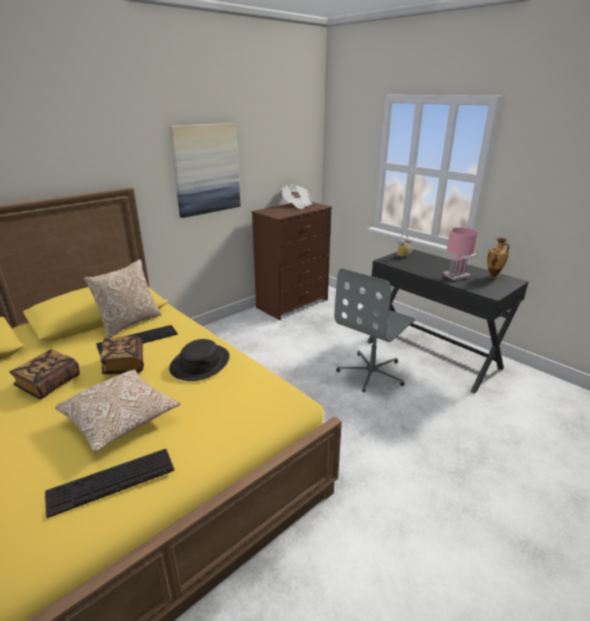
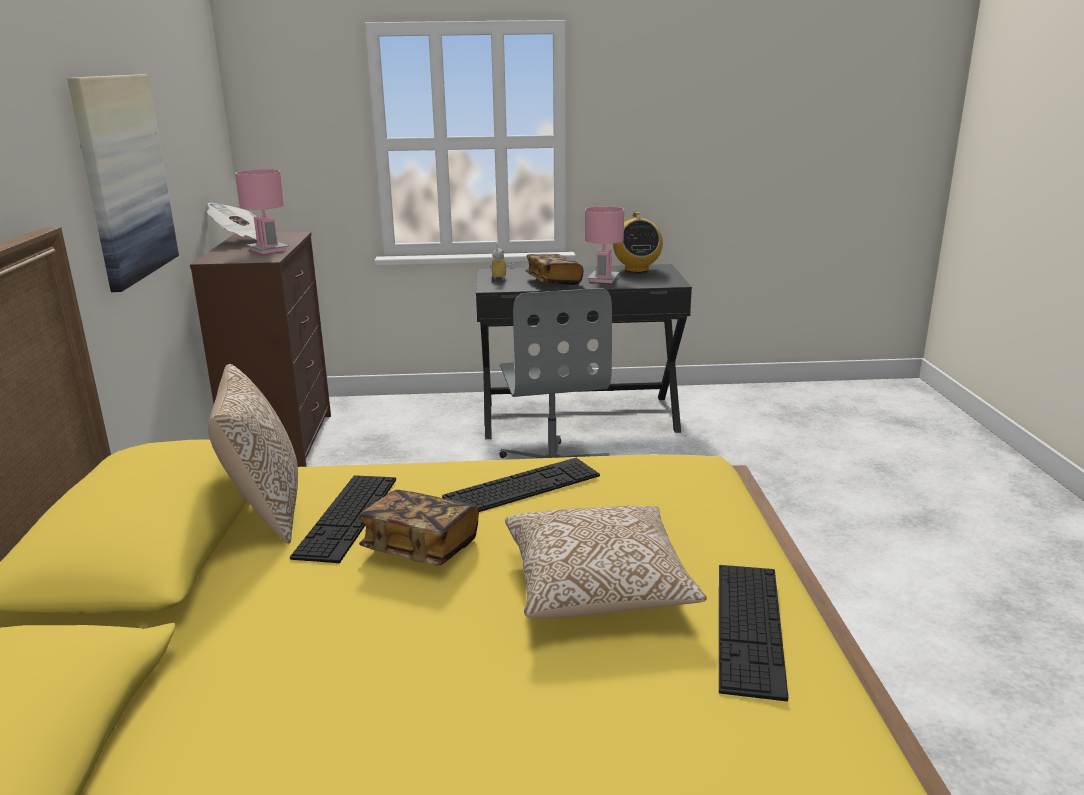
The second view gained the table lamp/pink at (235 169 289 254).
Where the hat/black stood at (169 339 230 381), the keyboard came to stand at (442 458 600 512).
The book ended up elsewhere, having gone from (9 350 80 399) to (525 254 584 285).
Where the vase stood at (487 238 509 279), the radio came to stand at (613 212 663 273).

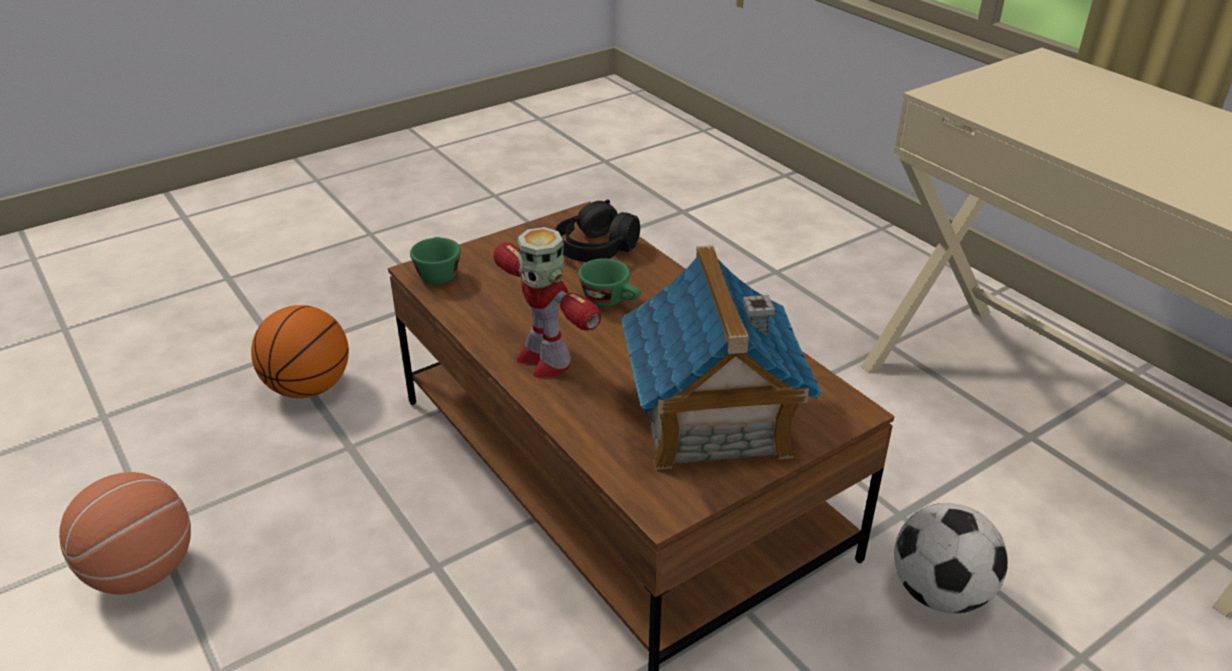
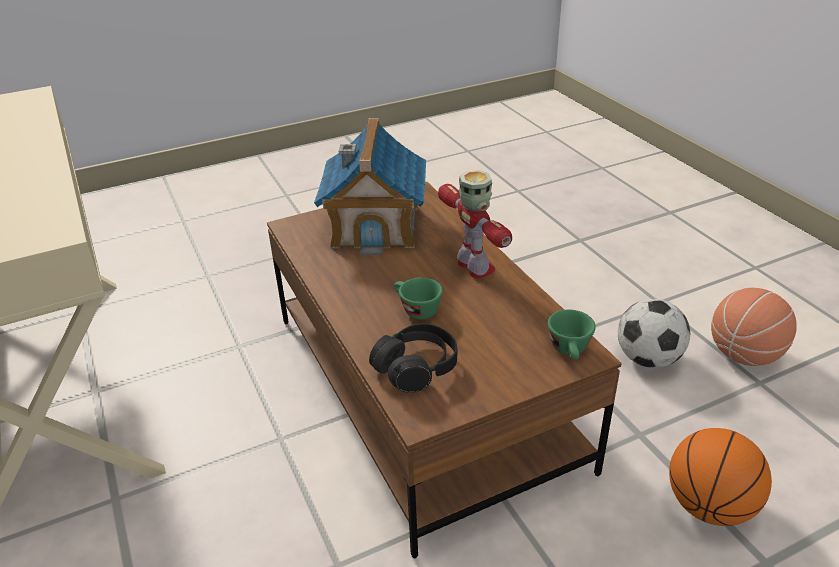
The football ended up elsewhere, having gone from (894 503 1008 613) to (618 299 690 368).

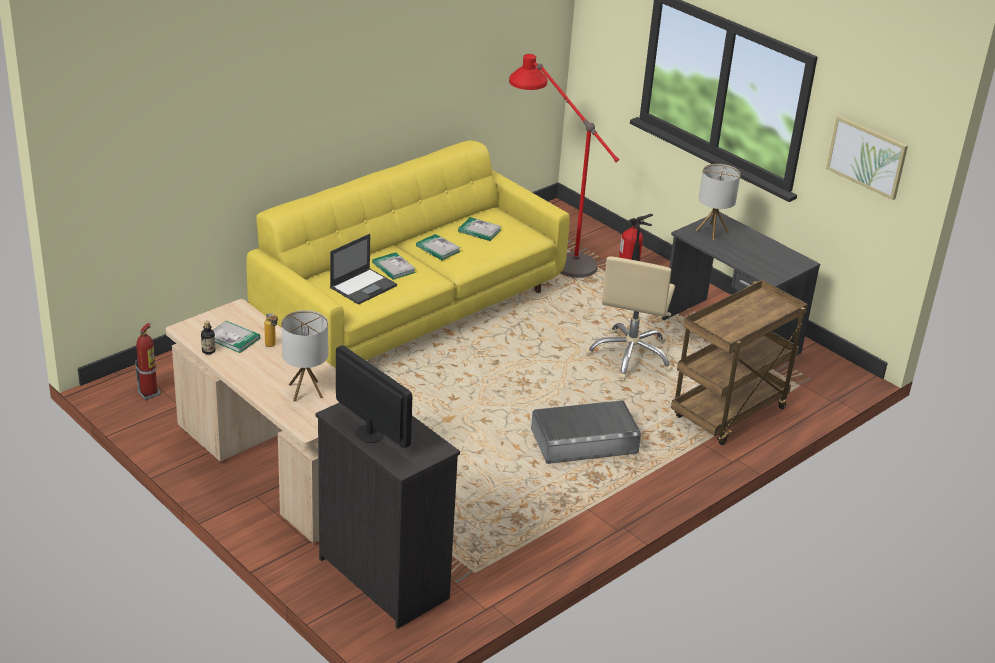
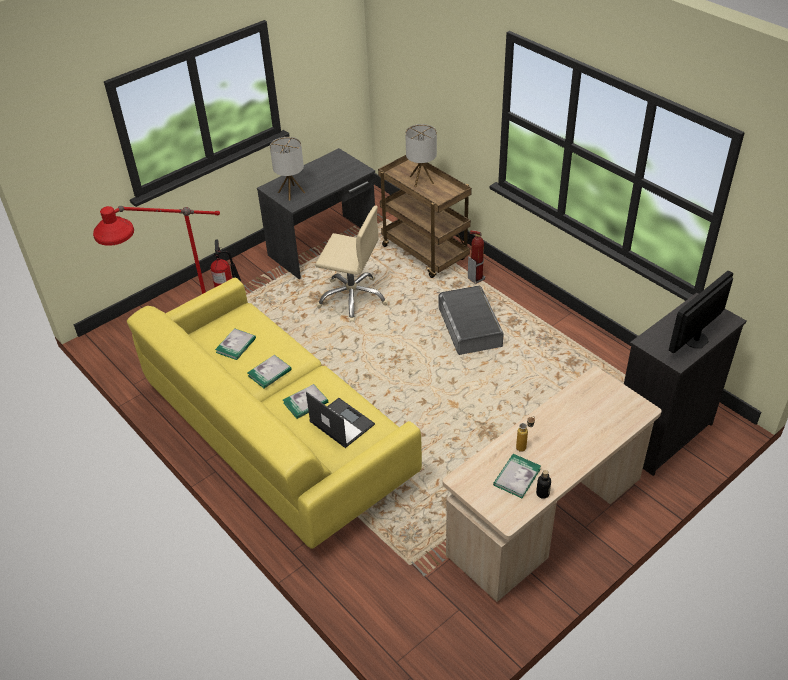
The table lamp ended up elsewhere, having gone from (281 310 328 401) to (405 124 437 187).
The fire extinguisher ended up elsewhere, having gone from (135 323 161 400) to (468 230 485 284).
The second view lost the picture at (826 115 908 200).

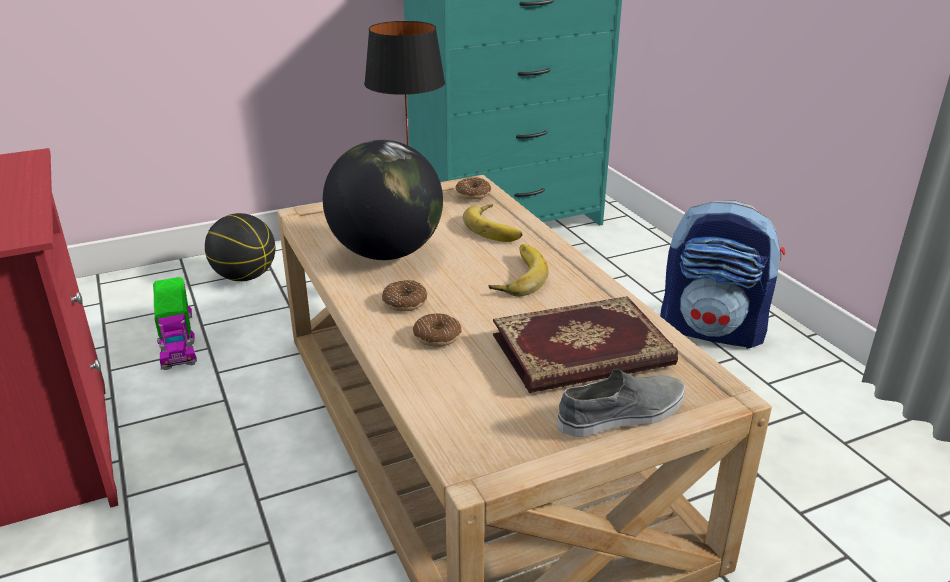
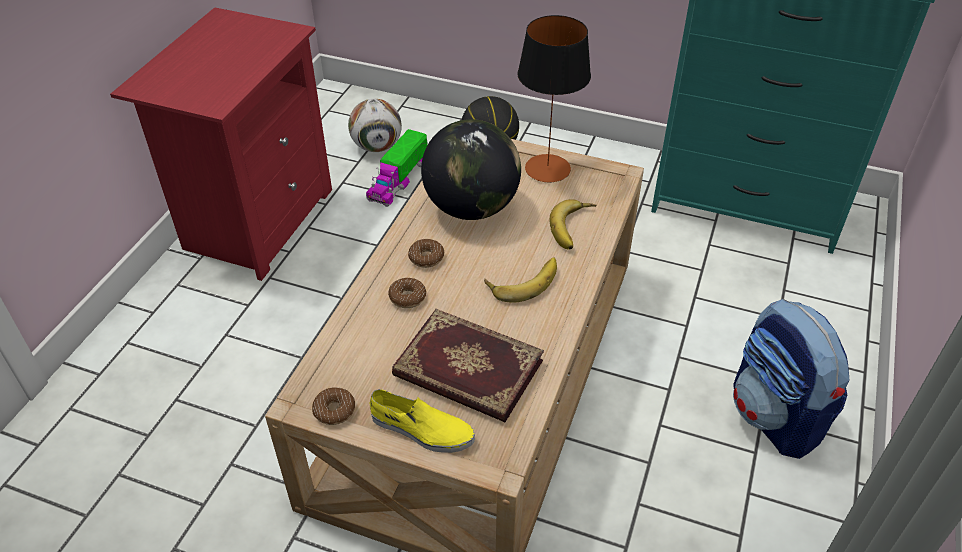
The donut ended up elsewhere, having gone from (455 177 491 200) to (312 387 355 425).
The second view gained the football at (348 99 402 152).
What was the shoe/grey at (558 369 685 437) turned into the shoe/yellow at (369 389 475 453).

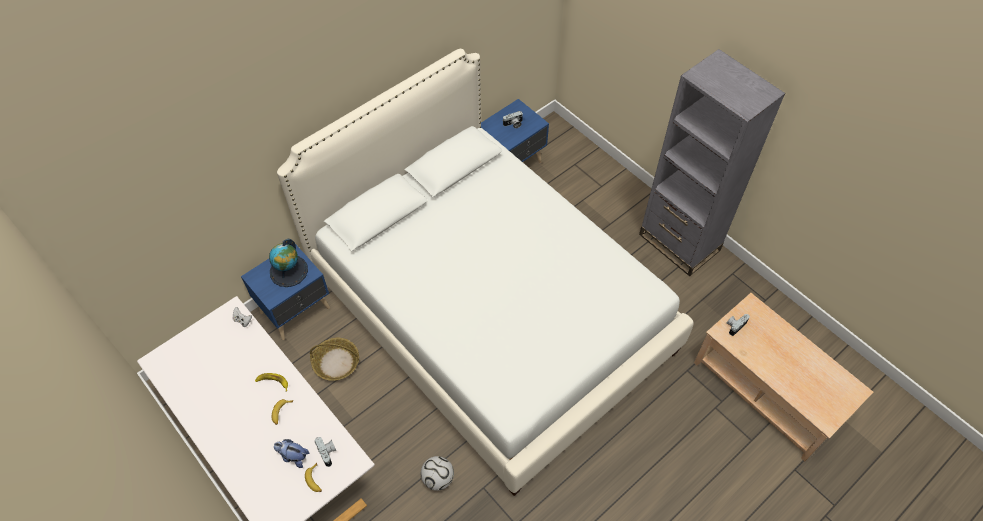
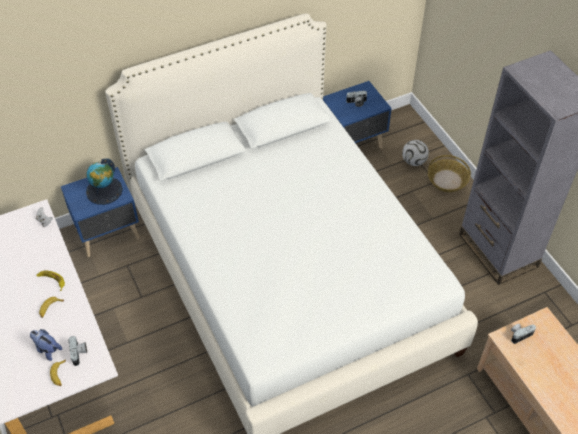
The football ended up elsewhere, having gone from (421 456 454 491) to (402 140 429 166).
The basket ended up elsewhere, having gone from (310 338 359 381) to (428 155 471 192).

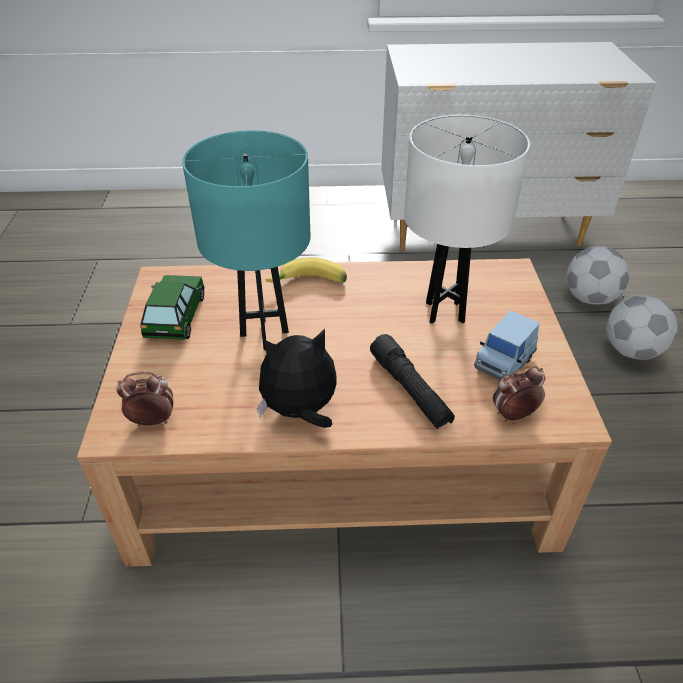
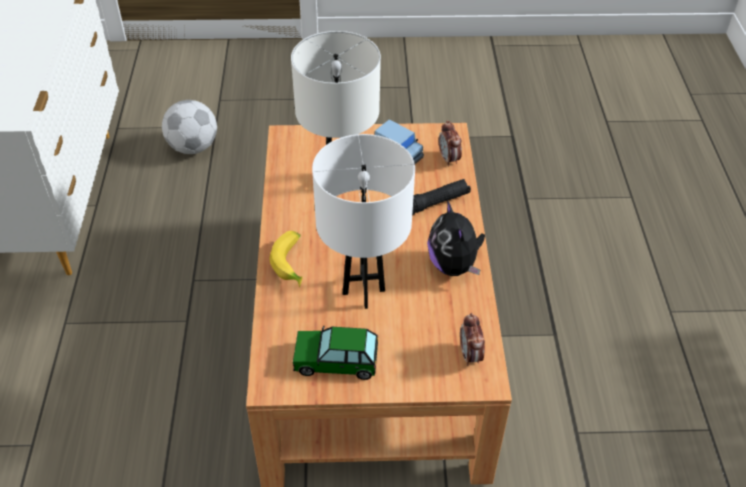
What was the table lamp/turquoise at (182 130 310 350) turned into the table lamp/white at (312 134 415 309).
The second view lost the football at (606 296 678 360).

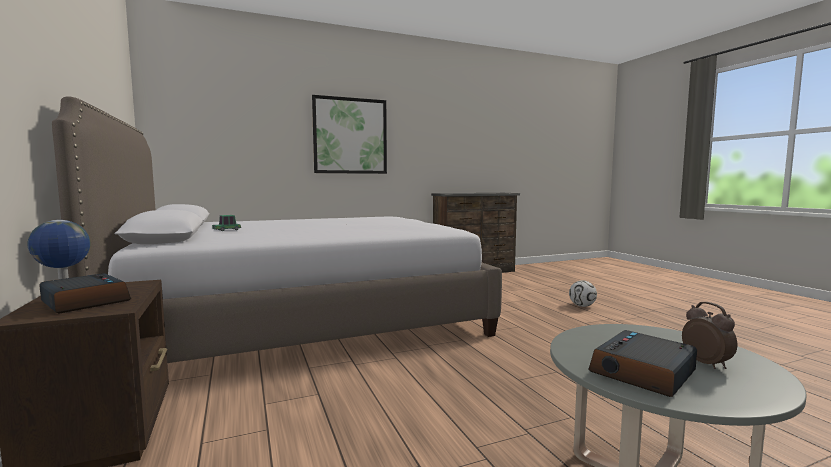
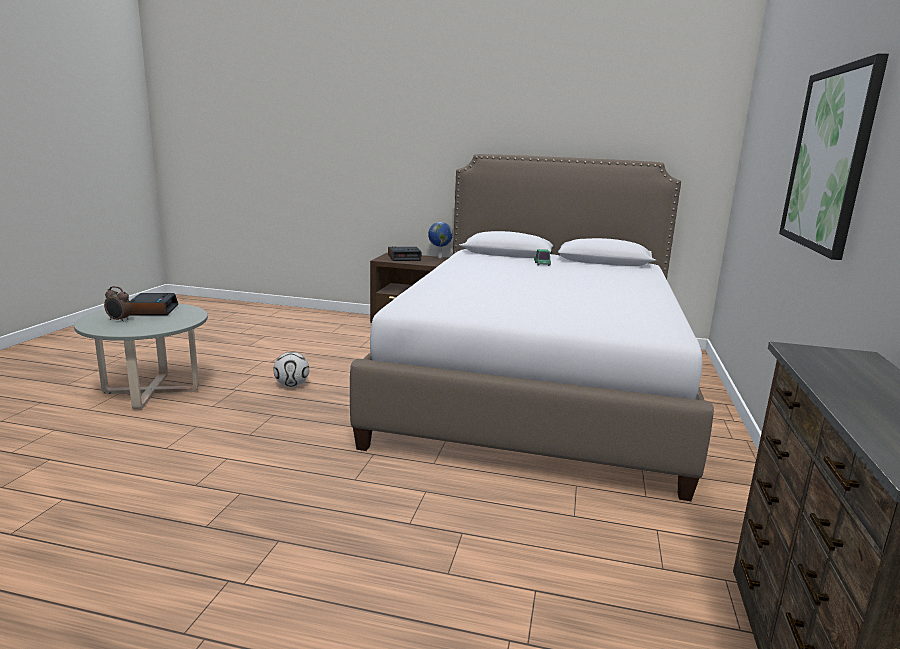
The football ended up elsewhere, having gone from (569 280 597 307) to (273 352 309 387).

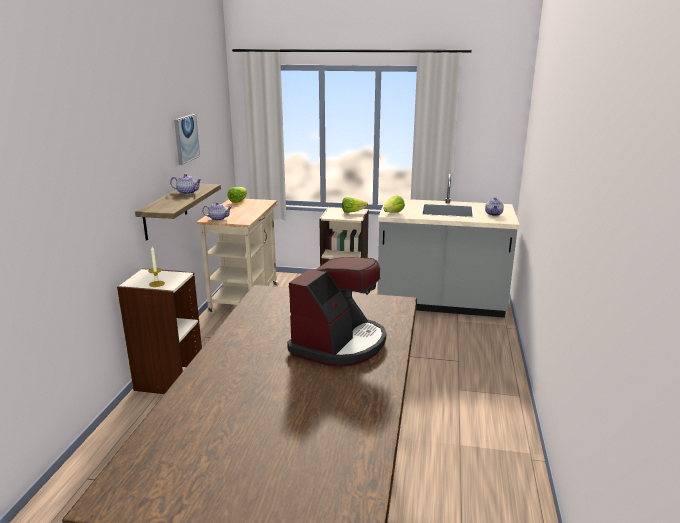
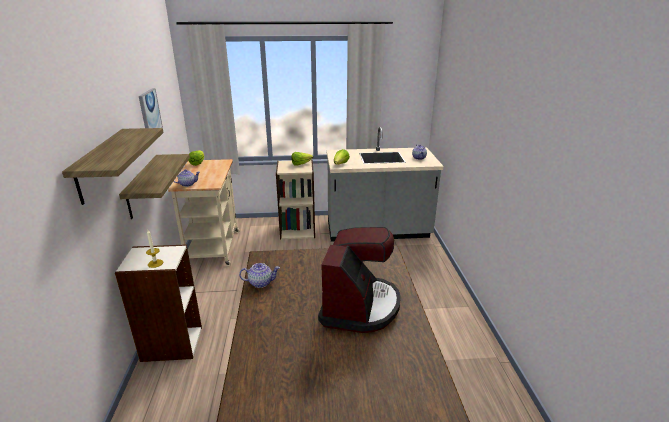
The second view gained the shelf at (62 128 163 205).
The teapot ended up elsewhere, having gone from (170 174 202 195) to (239 263 280 288).

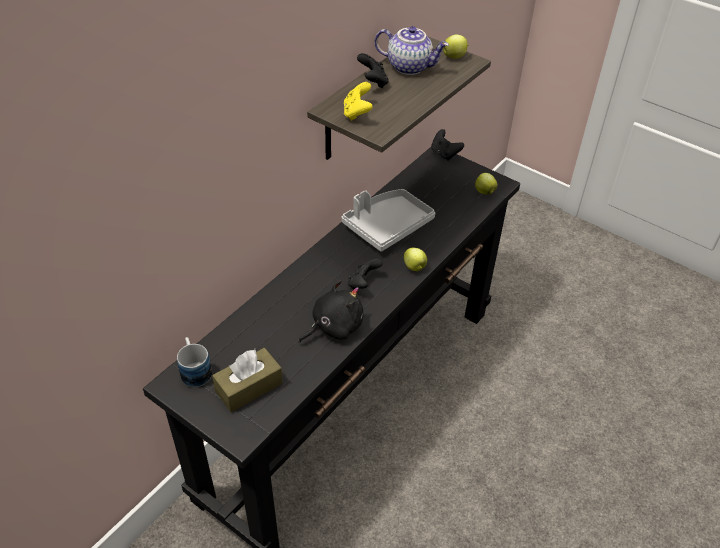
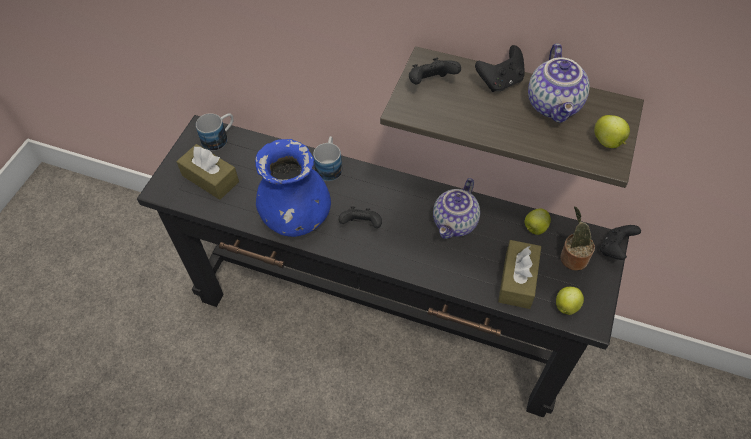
Where the plush toy/black stood at (299 280 364 343), the vase/blue came to stand at (255 139 331 237).
The second view gained the mug at (313 136 342 181).
What was the game controller/yellow at (344 82 373 121) turned into the game controller/black at (409 58 461 84).
Where the tray/grey stood at (342 189 436 252), the teapot came to stand at (433 178 480 239).
The second view gained the tissue box/brown at (498 240 541 309).
The apple ended up elsewhere, having gone from (404 247 427 271) to (525 208 551 235).
The second view gained the potted plant at (560 206 595 270).

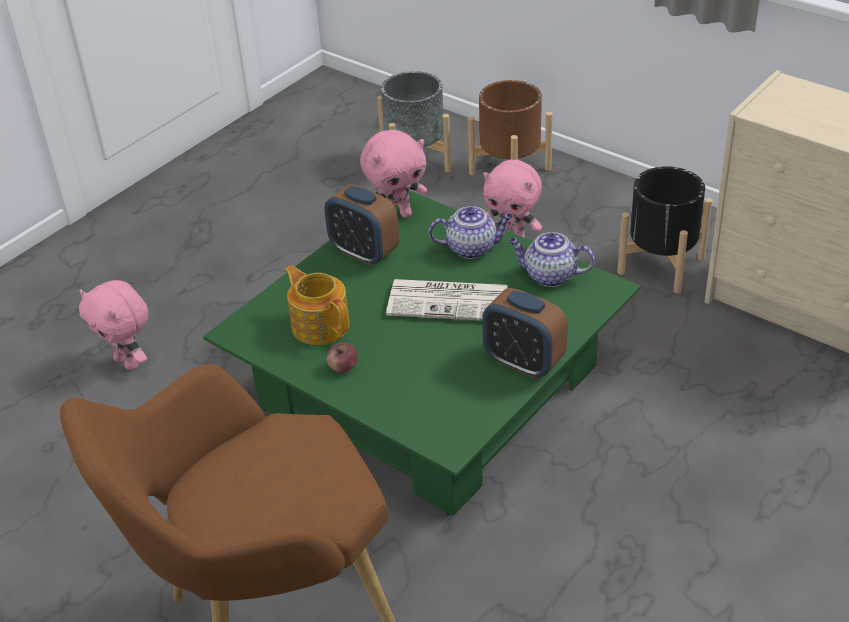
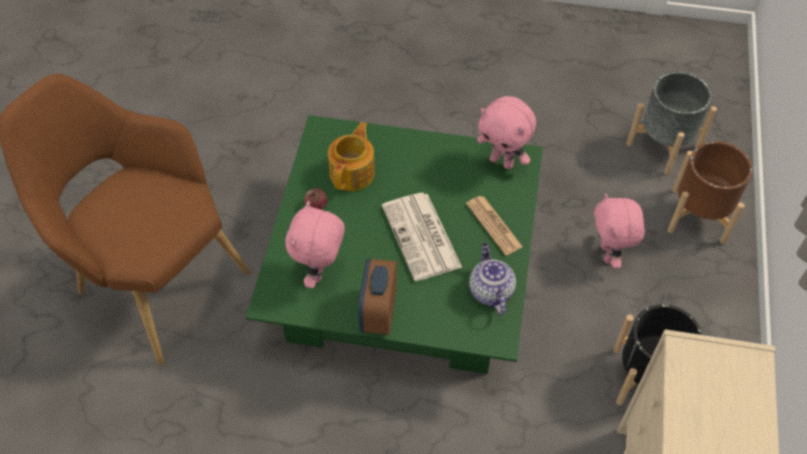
The plush toy/pink ended up elsewhere, having gone from (79 280 148 371) to (285 201 345 288).
Where the teapot stood at (429 206 513 259), the newspaper came to stand at (466 196 523 255).
The second view lost the alarm clock at (324 184 399 266).

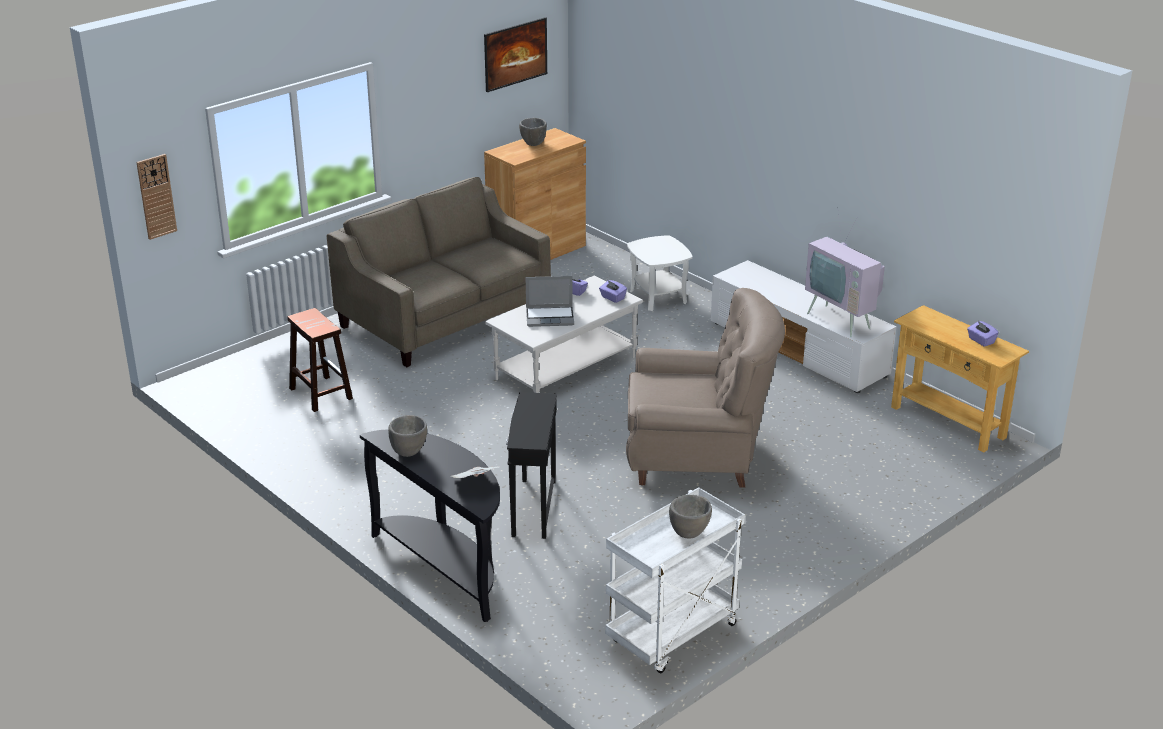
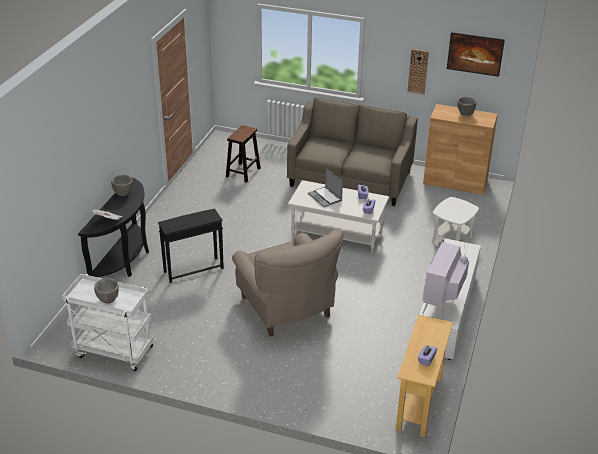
The wall clock ended up elsewhere, having gone from (136 154 177 240) to (408 49 429 94).

